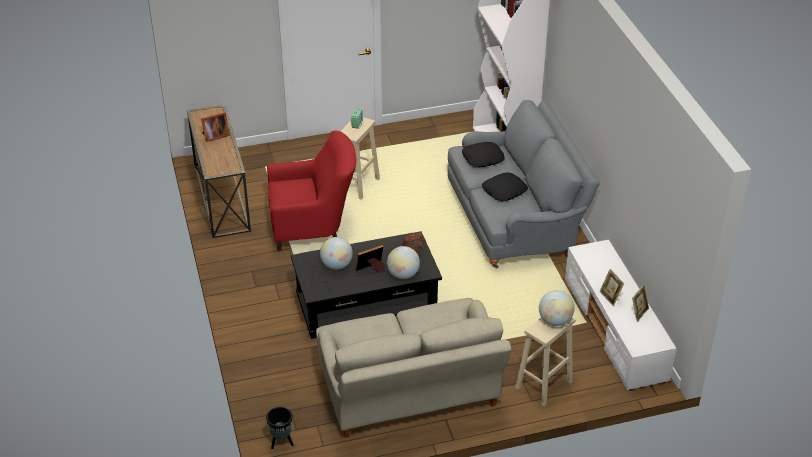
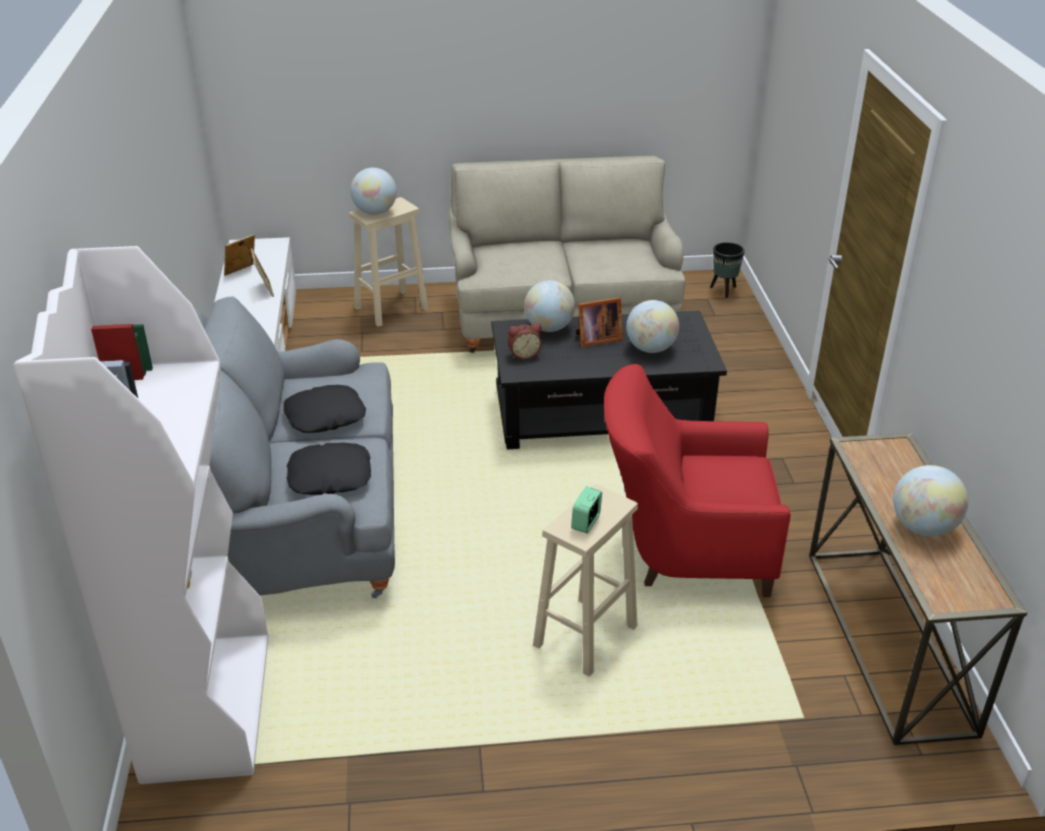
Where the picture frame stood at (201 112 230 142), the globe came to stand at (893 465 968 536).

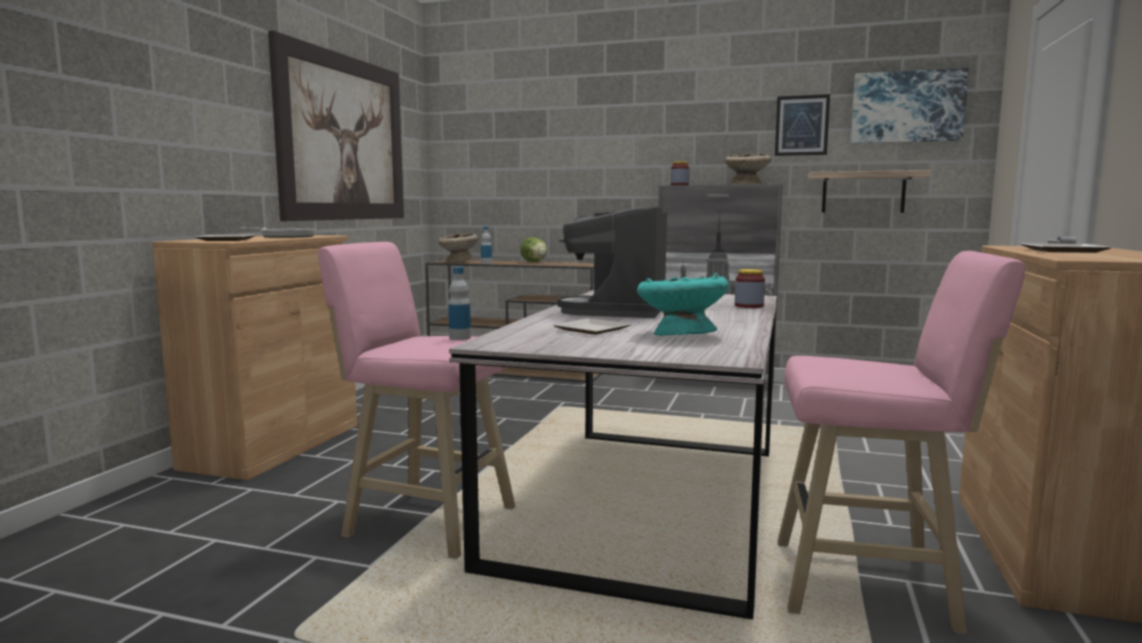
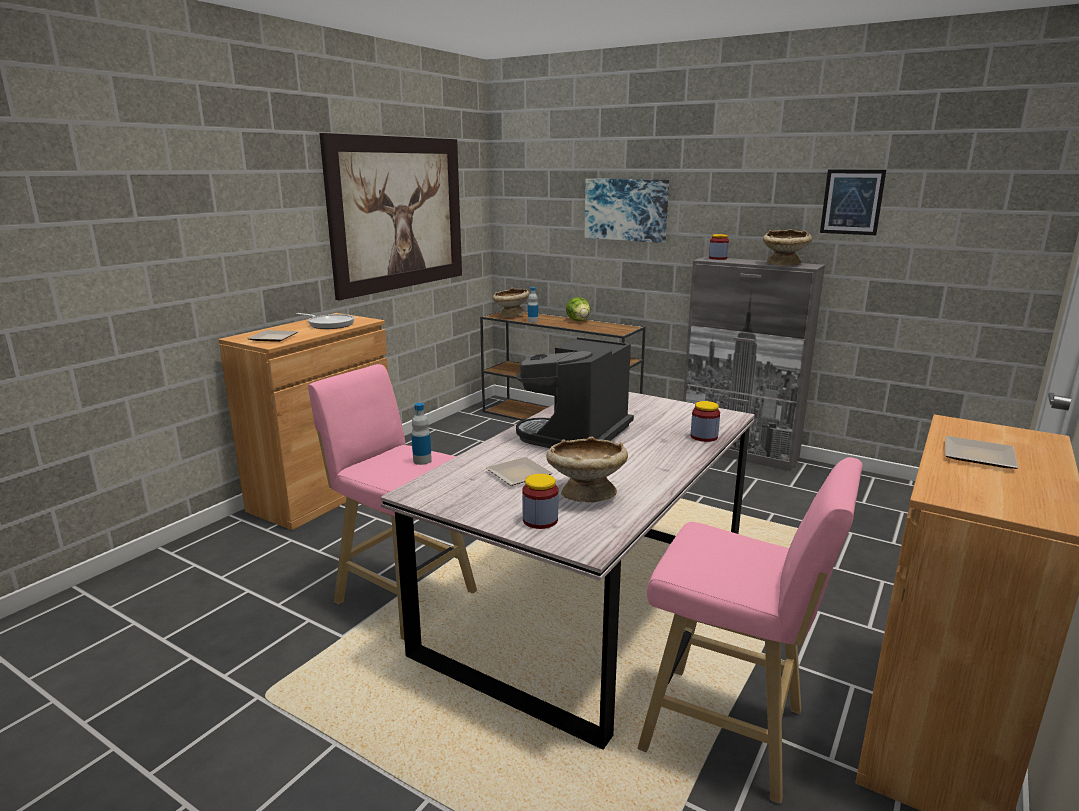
The second view gained the jar at (522 474 558 529).
What was the bowl/turquoise at (637 273 729 336) turned into the bowl/beige at (546 437 628 503).
The picture ended up elsewhere, having gone from (851 68 969 144) to (584 179 669 243).
The second view lost the shelf at (808 170 931 213).

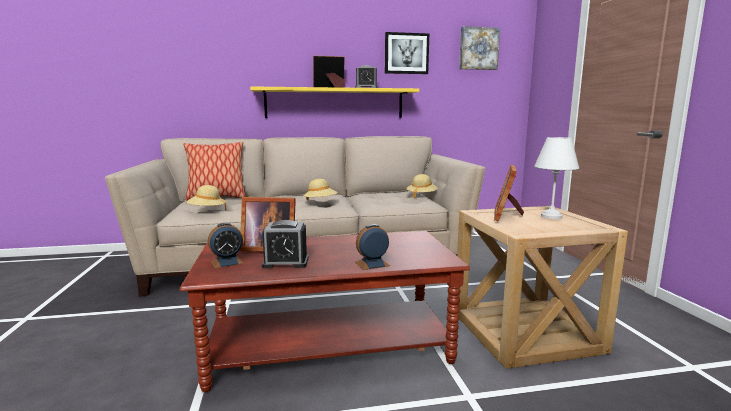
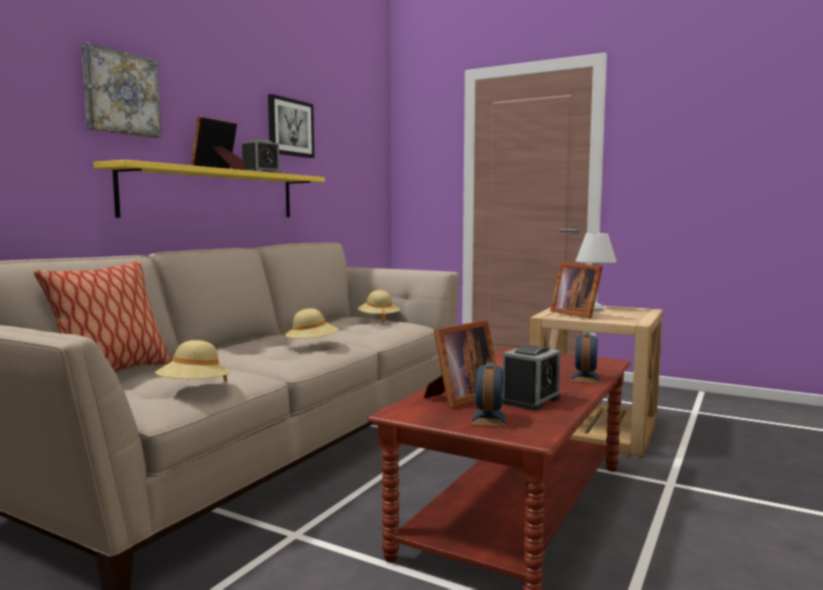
The picture ended up elsewhere, having gone from (459 26 500 70) to (81 42 162 138).

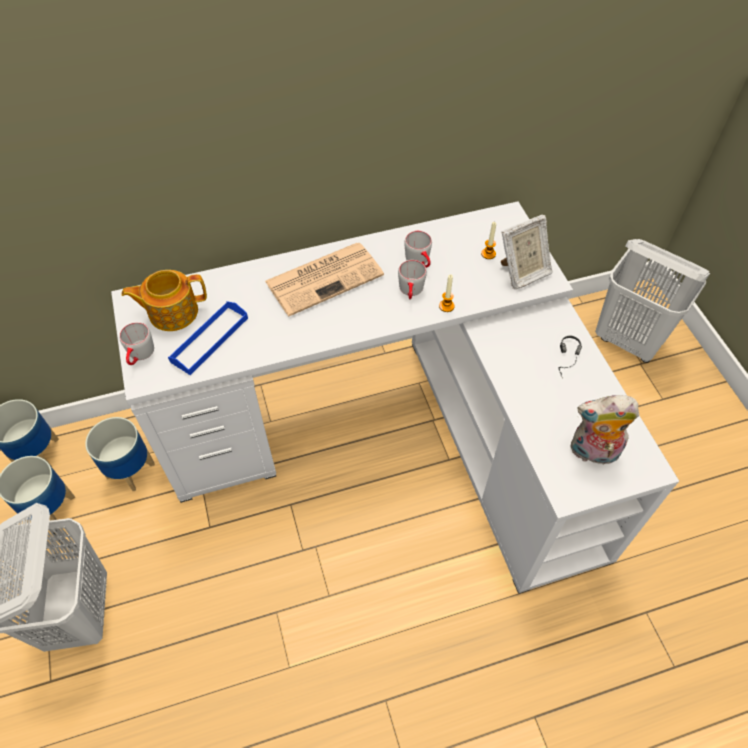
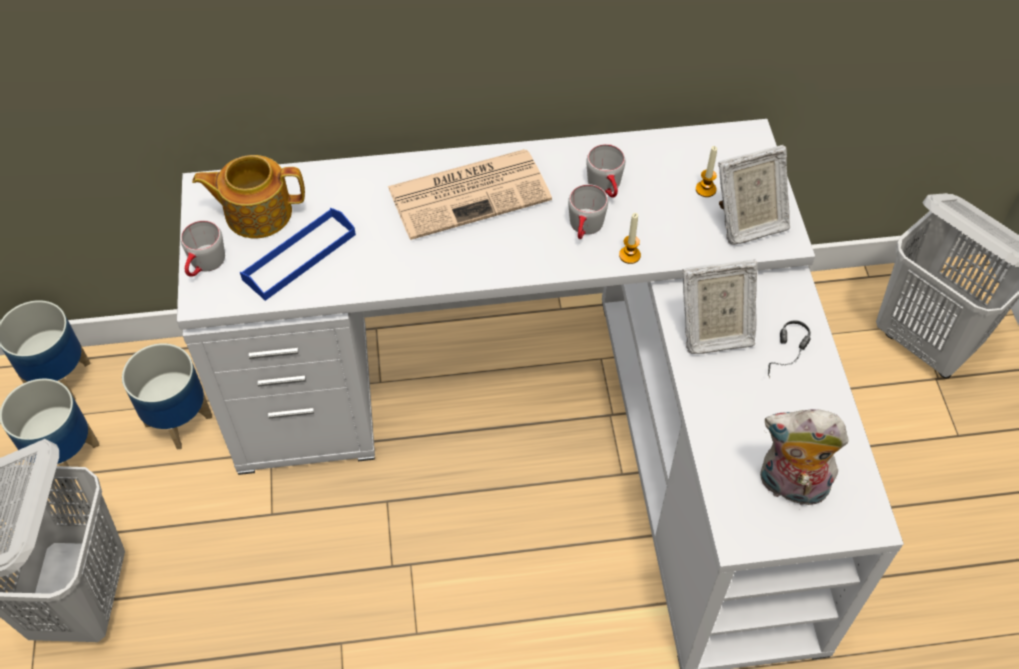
The second view gained the picture frame at (682 259 757 354).

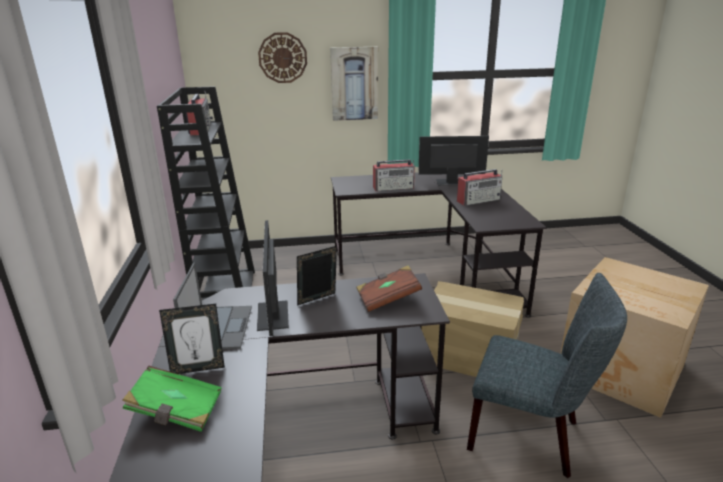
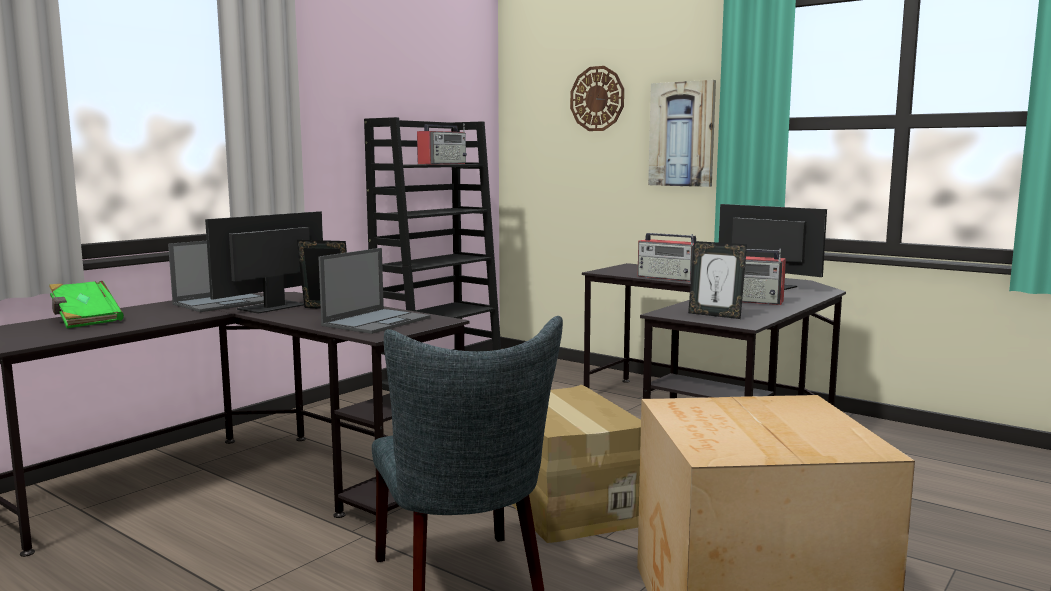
Where the book/brown stood at (356 265 422 312), the laptop came to stand at (319 248 431 334).
The picture frame ended up elsewhere, having gone from (159 304 225 374) to (688 241 747 319).

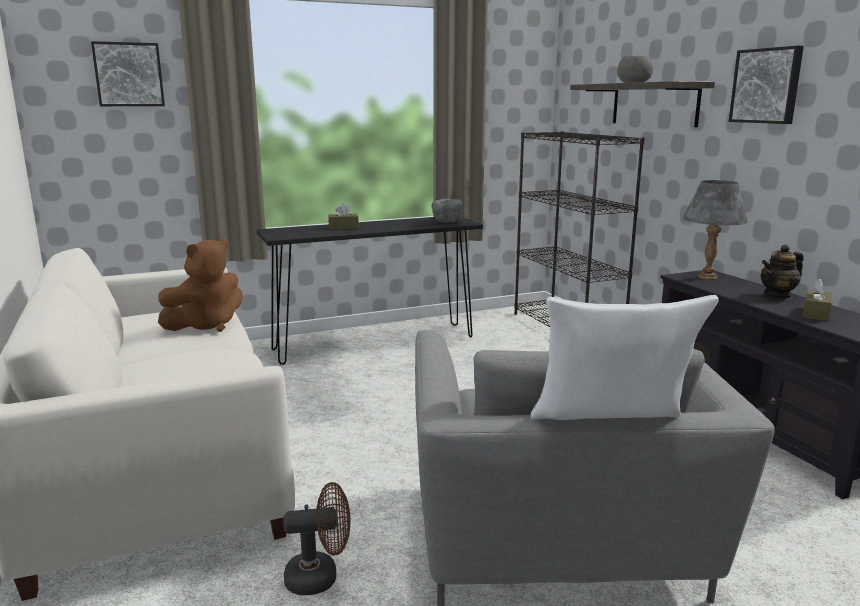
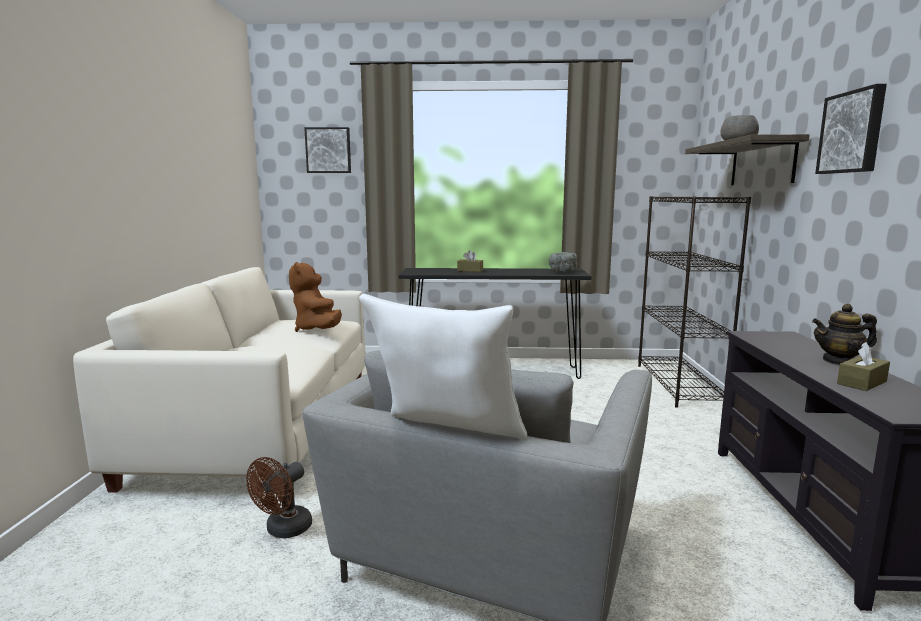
The fan/brown at (283 482 350 595) ended up facing another way, 105 degrees clockwise from before.
The plush toy/brown at (158 238 243 332) ended up facing another way, 90 degrees clockwise from before.
The second view lost the table lamp/grey at (683 180 748 280).

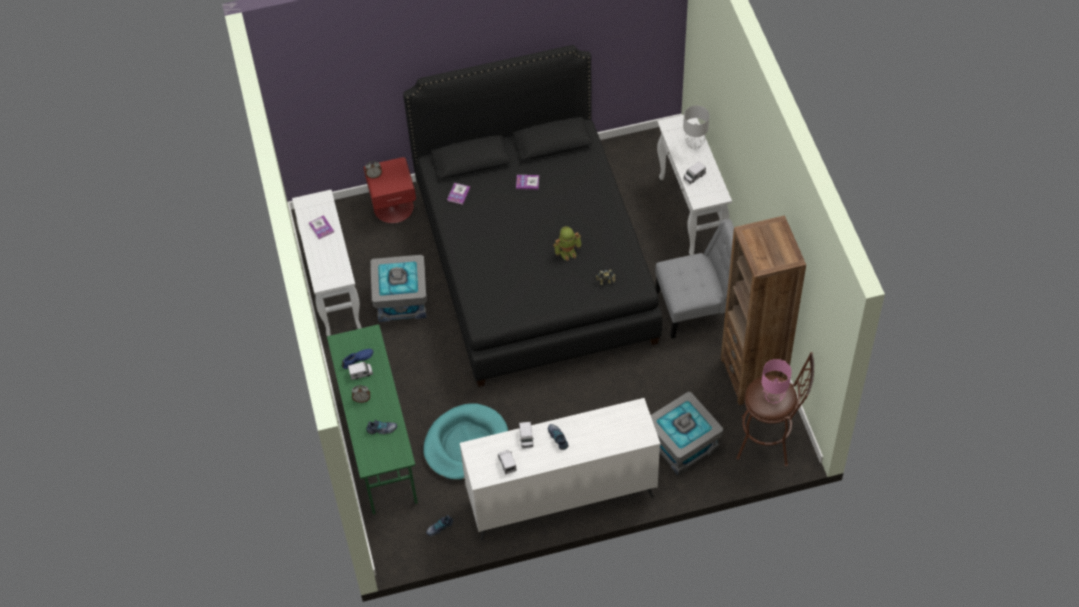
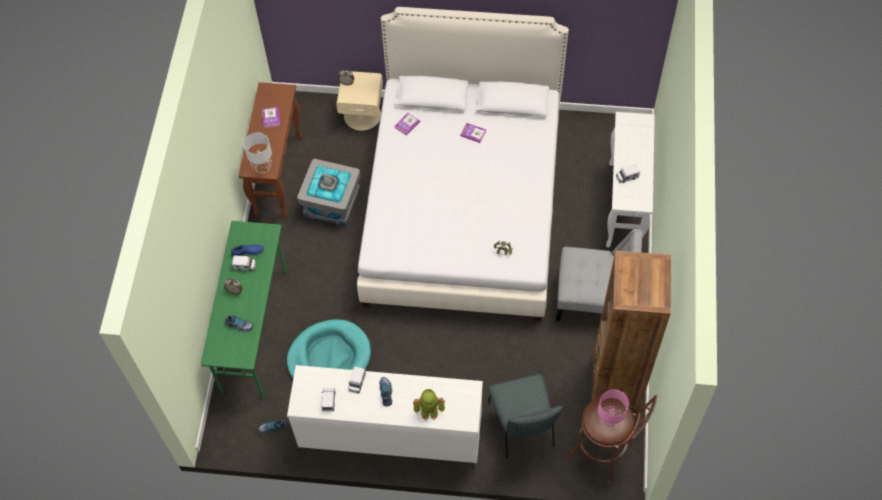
What was the console table/white at (292 190 362 336) turned into the console table/brown at (238 82 302 218).
The table lamp/grey ended up elsewhere, having gone from (683 105 709 149) to (244 133 272 173).
What was the nightstand/red at (364 157 416 224) turned into the nightstand/beige at (336 71 383 131).
What was the bed/black at (403 45 662 387) turned into the bed/white at (357 7 569 321).
The toy robot ended up elsewhere, having gone from (553 226 582 261) to (413 389 445 421).
Where the storage box/grey stood at (651 392 723 476), the chair/grey came to stand at (488 374 563 458).

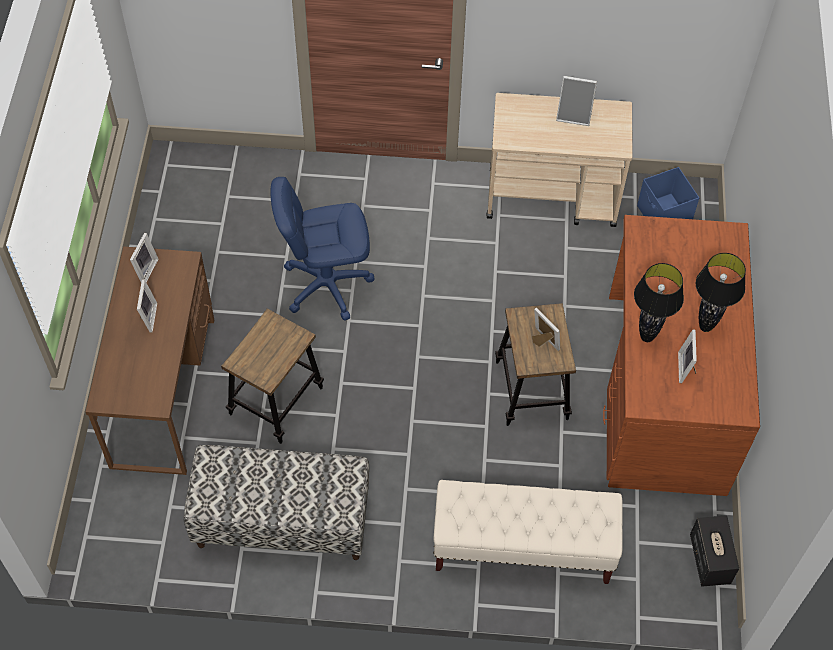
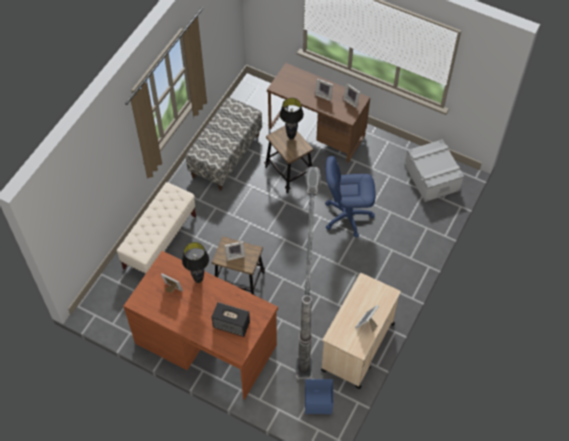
The speaker ended up elsewhere, having gone from (690 515 739 587) to (212 302 250 337).
The table lamp/black ended up elsewhere, having gone from (696 253 746 332) to (280 98 304 140).
The second view gained the floor lamp at (295 167 321 380).
The office chair/blue at (271 177 375 320) ended up facing another way, 105 degrees counterclockwise from before.
The second view gained the storage box/grey at (404 139 464 202).

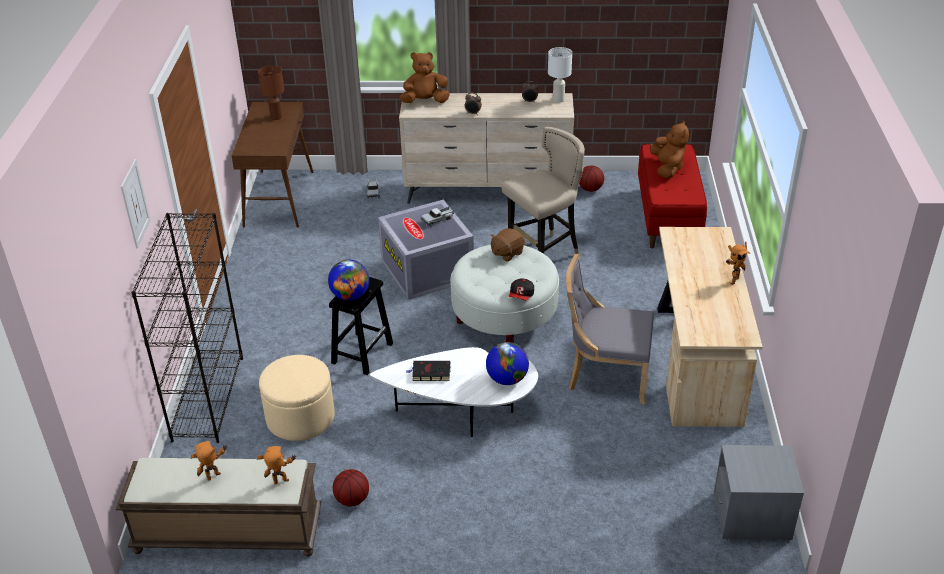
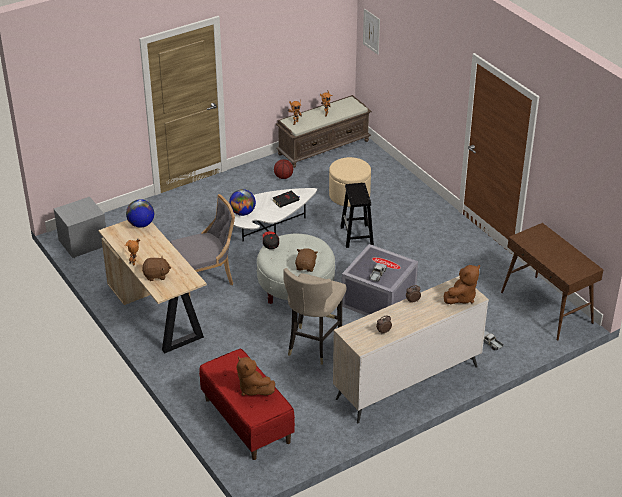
The globe ended up elsewhere, having gone from (328 260 369 301) to (126 199 154 228).
The second view gained the plush toy/brown at (142 256 171 281).
The picture ended up elsewhere, having gone from (121 159 151 249) to (363 9 380 55).
The second view lost the bookcase/black at (131 213 243 443).
The second view lost the table lamp/brown at (258 66 284 120).
The second view lost the table lamp/white at (548 47 572 103).
The second view lost the basketball at (579 165 604 192).

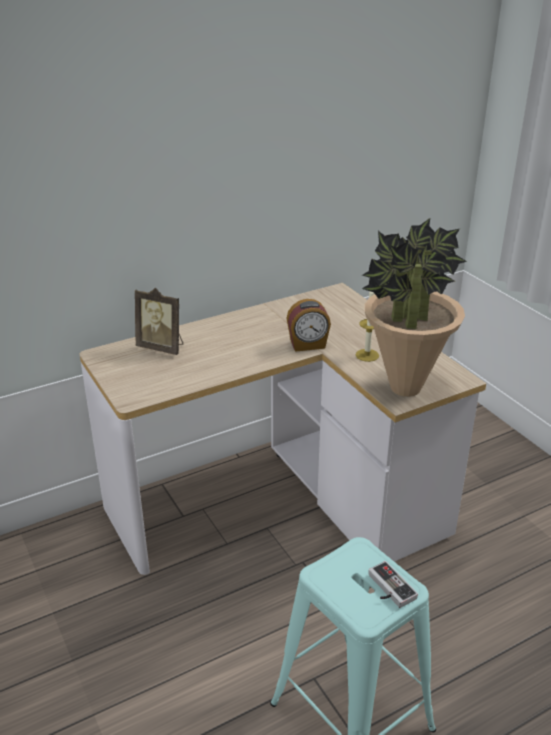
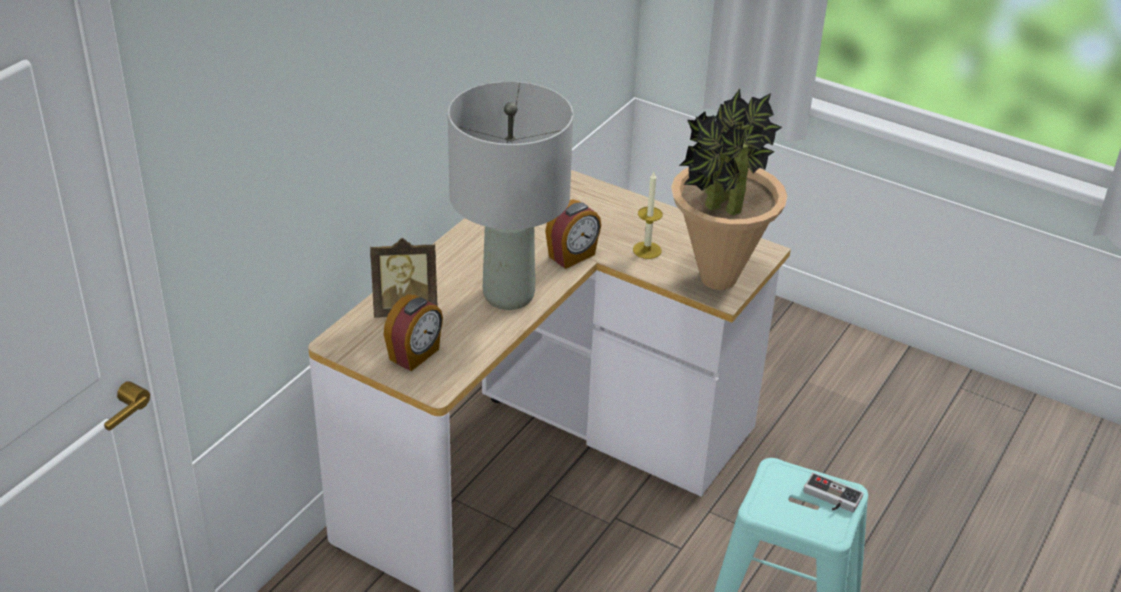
The second view gained the alarm clock at (384 294 443 371).
The second view gained the table lamp/grey at (448 81 573 310).

